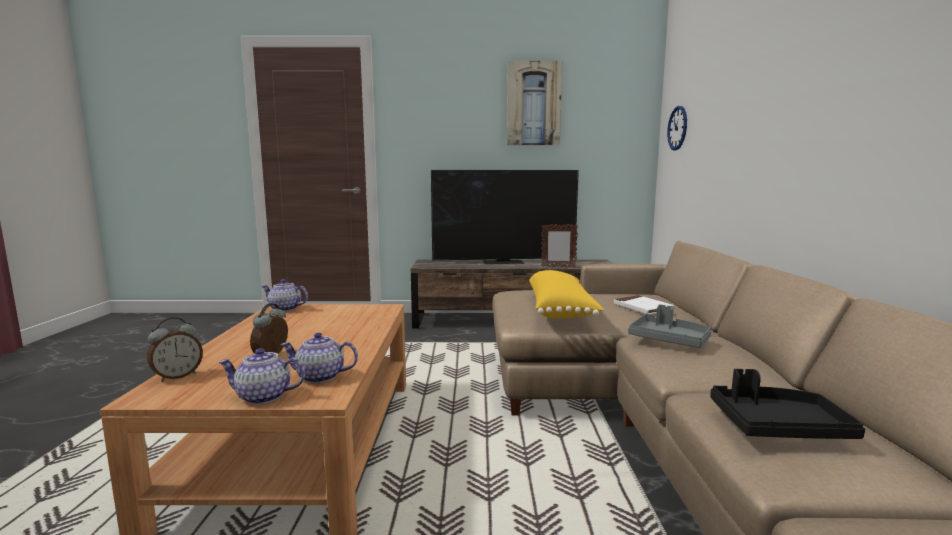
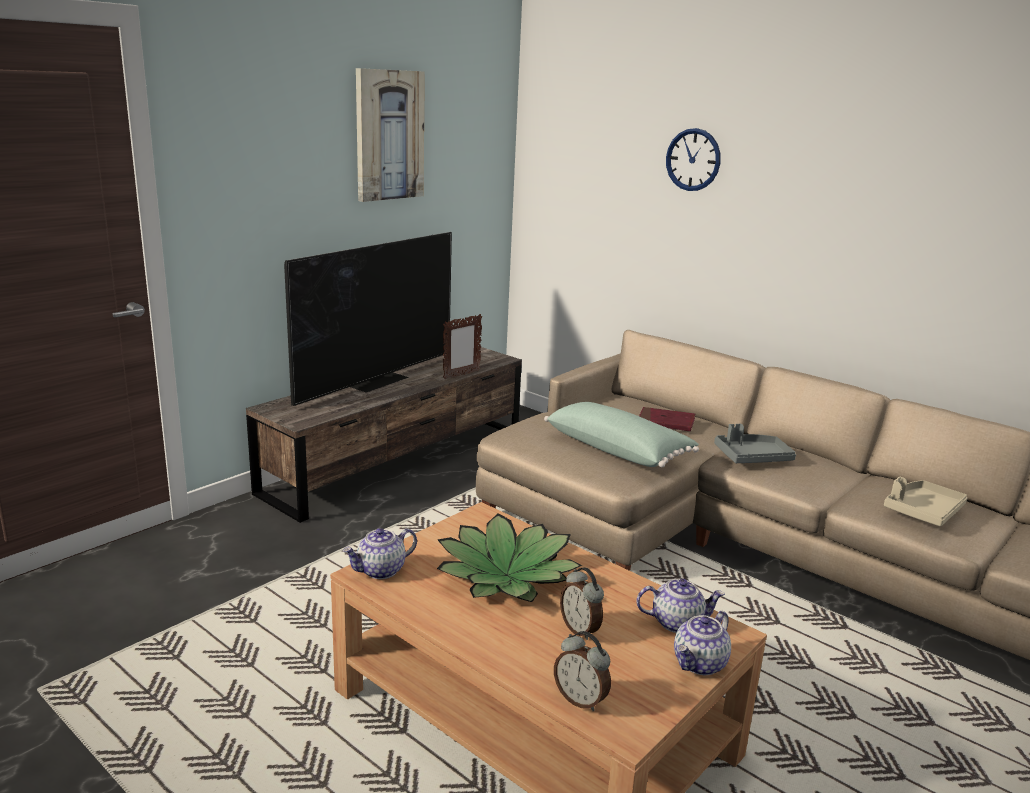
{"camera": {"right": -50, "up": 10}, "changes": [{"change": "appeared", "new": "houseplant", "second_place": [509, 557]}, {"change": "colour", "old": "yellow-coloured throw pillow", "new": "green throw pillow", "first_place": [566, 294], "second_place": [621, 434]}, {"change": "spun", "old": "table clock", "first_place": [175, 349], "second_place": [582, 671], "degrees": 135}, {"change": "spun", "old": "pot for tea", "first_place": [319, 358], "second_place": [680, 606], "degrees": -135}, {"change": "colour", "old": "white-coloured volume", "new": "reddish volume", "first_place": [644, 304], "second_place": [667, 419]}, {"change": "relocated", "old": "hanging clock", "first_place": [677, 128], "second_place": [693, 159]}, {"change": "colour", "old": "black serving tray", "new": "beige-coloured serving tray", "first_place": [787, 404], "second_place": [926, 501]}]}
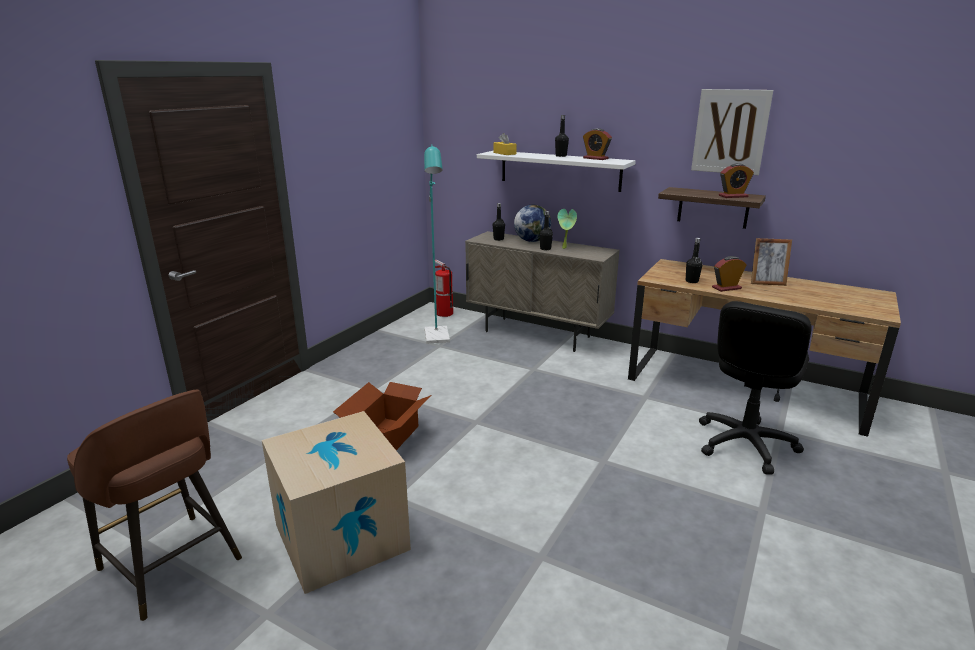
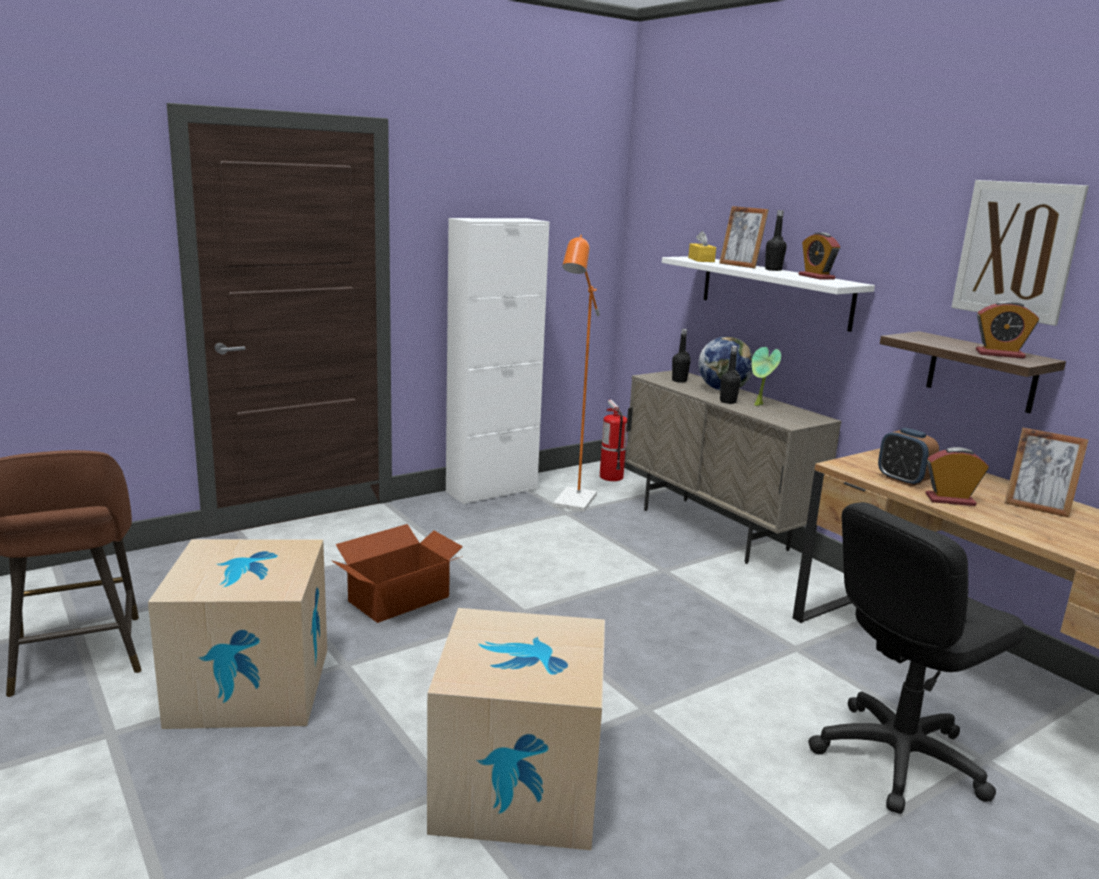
{"camera": {"right": 25, "up": -5}, "changes": [{"change": "appeared", "new": "packing box", "second_place": [516, 729]}, {"change": "appeared", "new": "white-coloured cabinet", "second_place": [497, 361]}, {"change": "colour", "old": "turquoise-coloured floor lamp", "new": "orange-coloured floor lamp", "first_place": [437, 244], "second_place": [576, 373]}, {"change": "appeared", "new": "picture frame", "second_place": [744, 237]}, {"change": "exchanged", "old": "black bottle", "new": "table clock", "first_place": [694, 260], "second_place": [908, 457]}]}
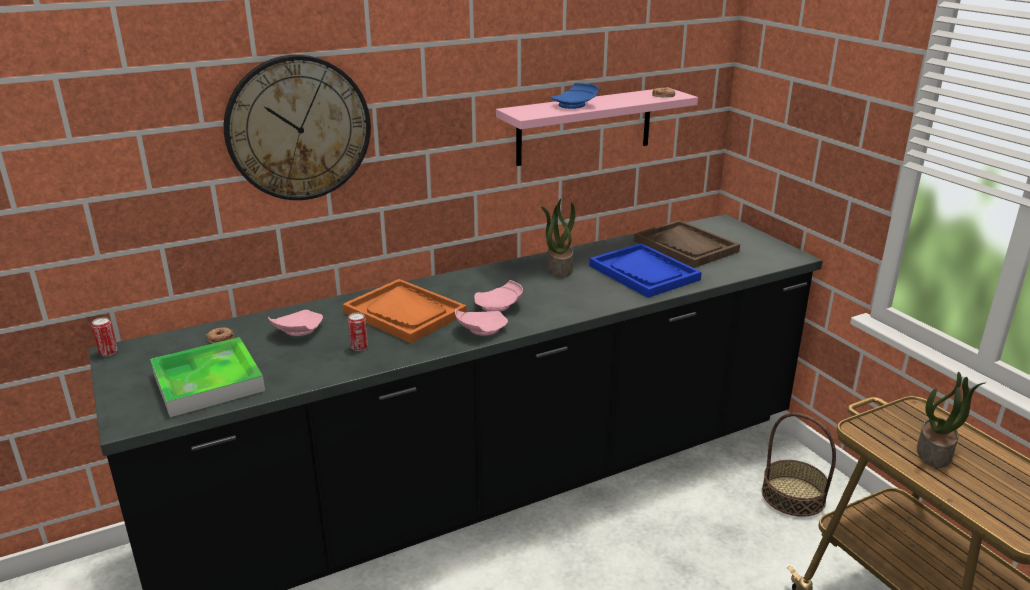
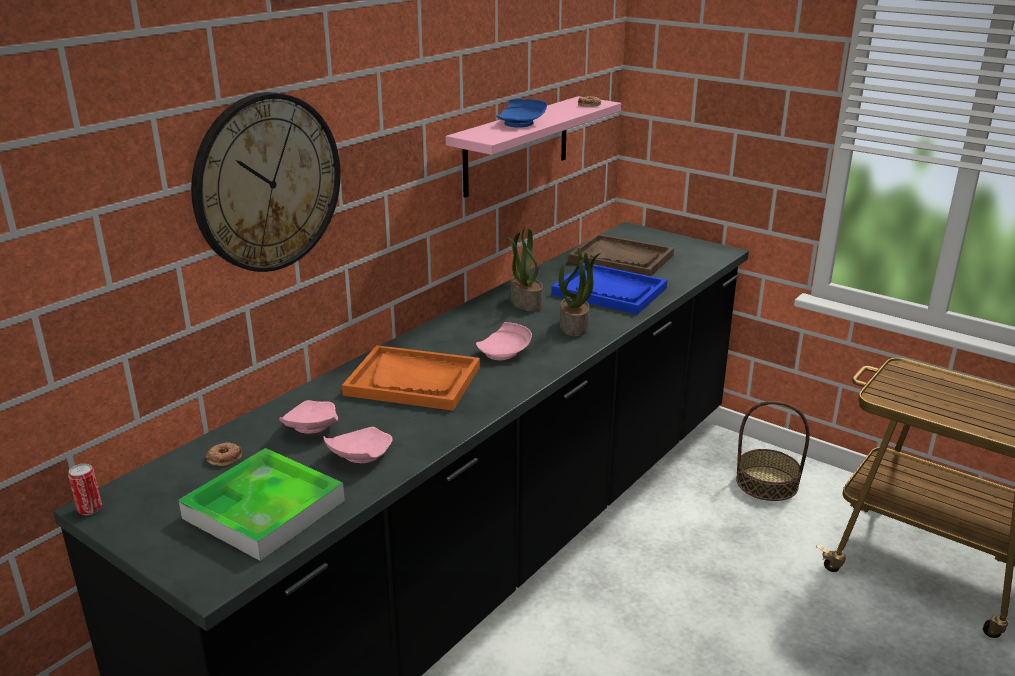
{"camera": {"right": -25, "up": 0}, "changes": [{"change": "relocated", "old": "pinkish dinner plate", "first_place": [481, 322], "second_place": [358, 445]}, {"change": "relocated", "old": "houseplant", "first_place": [951, 420], "second_place": [580, 292]}, {"change": "missing", "old": "sealed can", "first_place": [358, 332]}]}
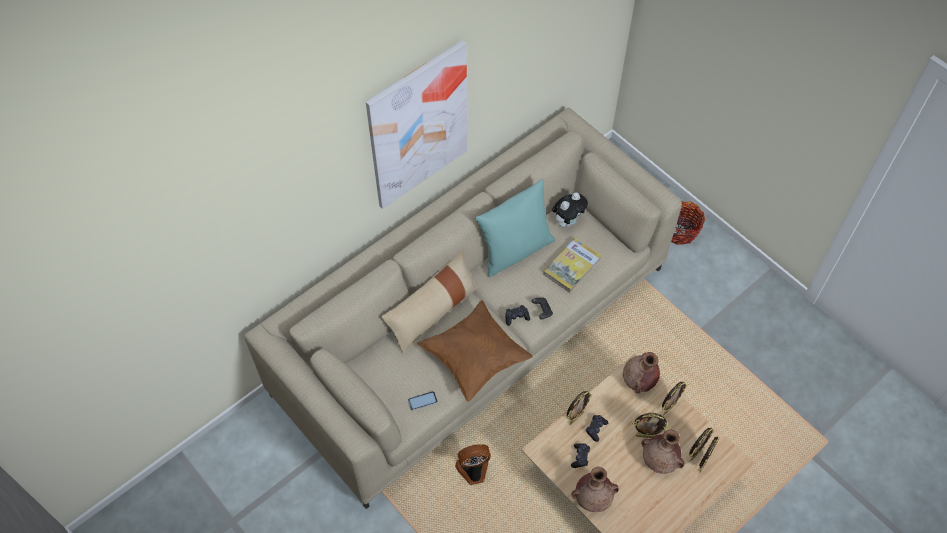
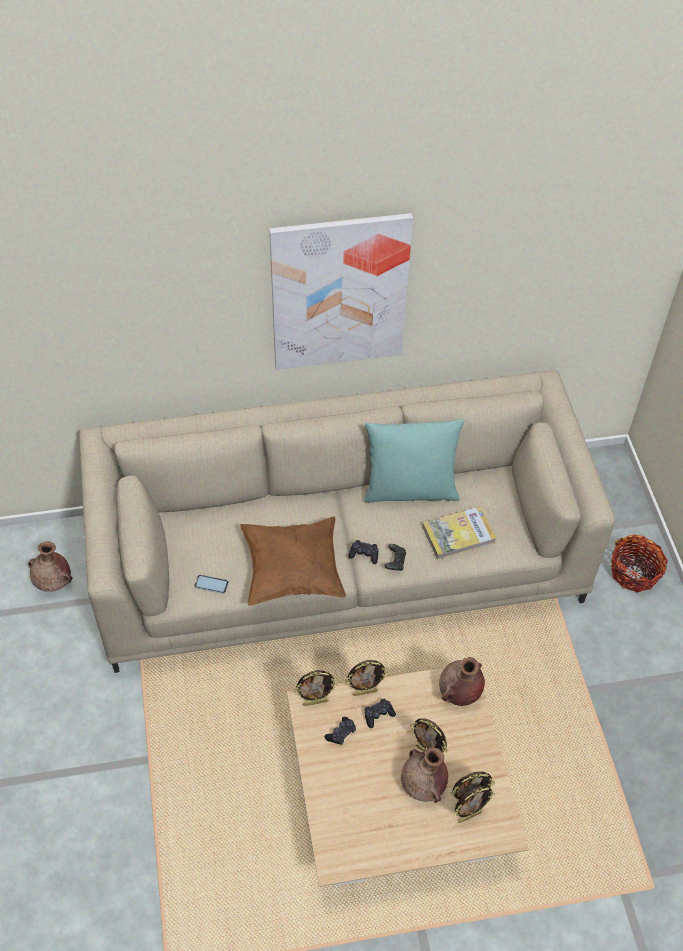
{"camera": {"right": 30, "up": -5}, "changes": [{"change": "relocated", "old": "brownish flower vase", "first_place": [595, 489], "second_place": [50, 566]}, {"change": "relocated", "old": "picture frame", "first_place": [674, 398], "second_place": [316, 688]}, {"change": "missing", "old": "beige-coloured throw pillow", "first_place": [430, 301]}, {"change": "missing", "old": "electric fan", "first_place": [473, 464]}, {"change": "missing", "old": "soft toy", "first_place": [570, 209]}]}
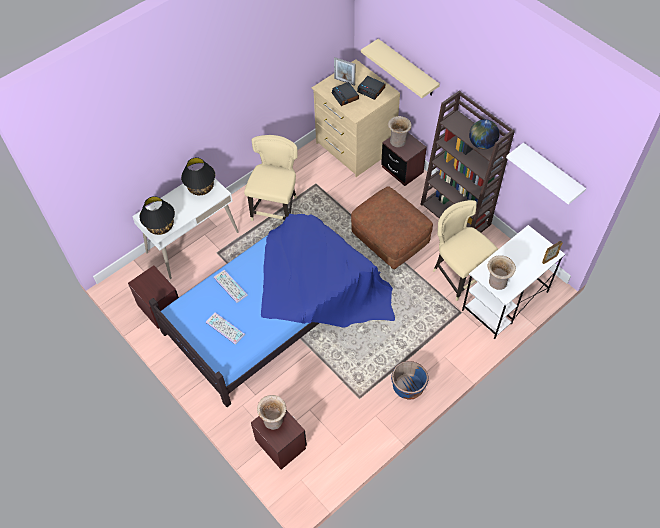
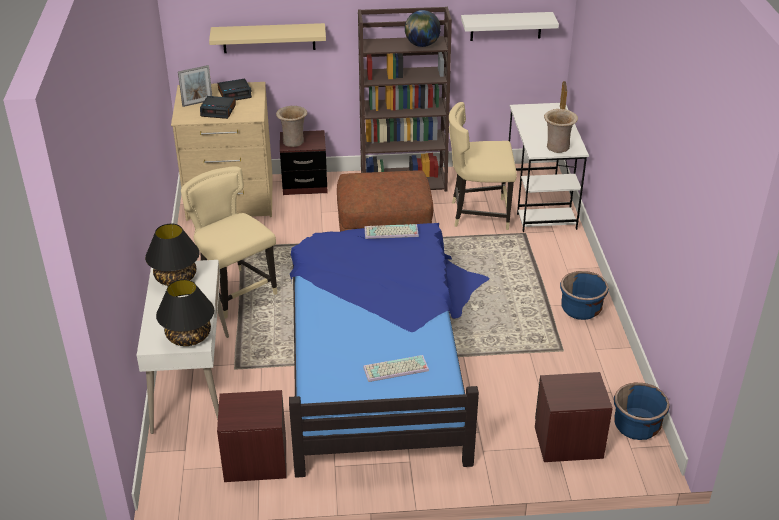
{"camera": {"right": -55, "up": -20}, "changes": [{"change": "relocated", "old": "PC keyboard", "first_place": [231, 286], "second_place": [391, 231]}, {"change": "appeared", "new": "blue-coloured plant pot", "second_place": [642, 411]}, {"change": "missing", "old": "beige-coloured flower vase", "first_place": [271, 412]}]}
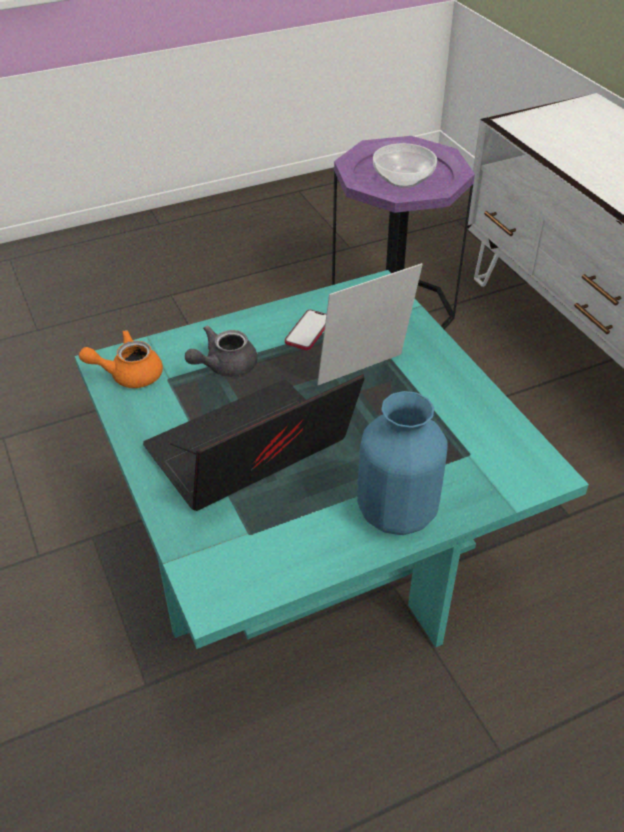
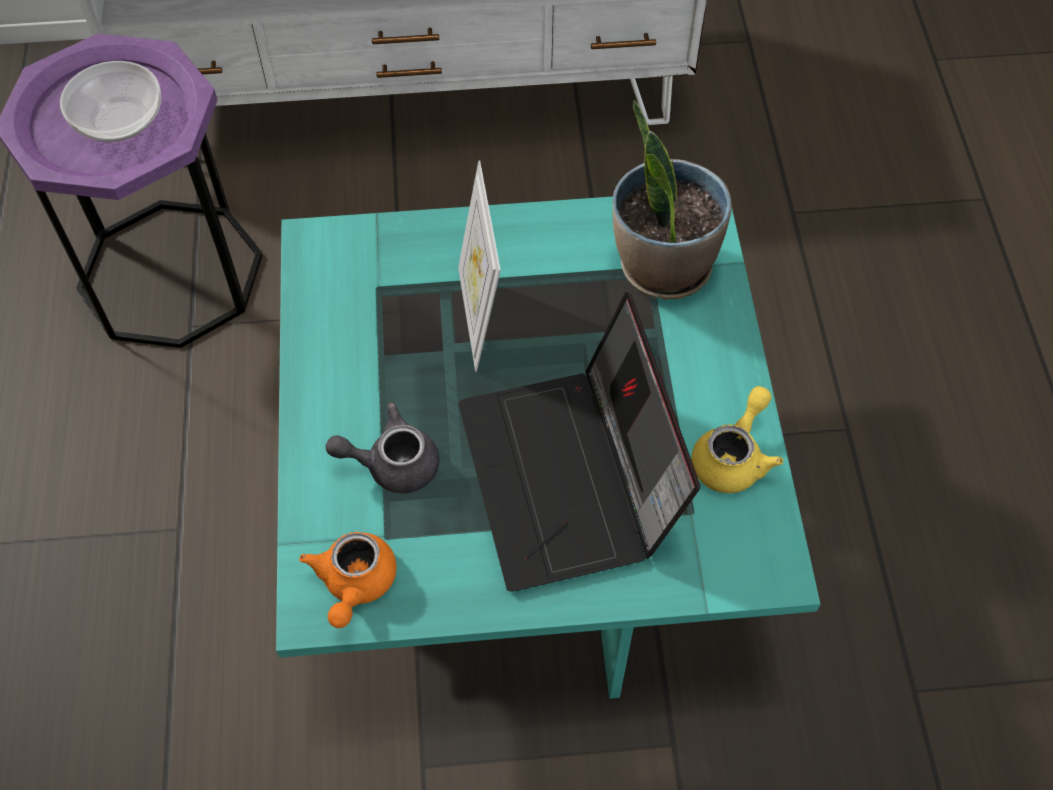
{"camera": {"right": -70, "up": 15}, "changes": [{"change": "spun", "old": "grey pot for tea", "first_place": [221, 351], "second_place": [383, 448], "degrees": 105}, {"change": "appeared", "new": "houseplant", "second_place": [672, 200]}, {"change": "appeared", "new": "yellow-coloured pot for tea", "second_place": [737, 439]}, {"change": "missing", "old": "telephone", "first_place": [305, 330]}, {"change": "missing", "old": "blue-coloured flower vase", "first_place": [402, 463]}]}
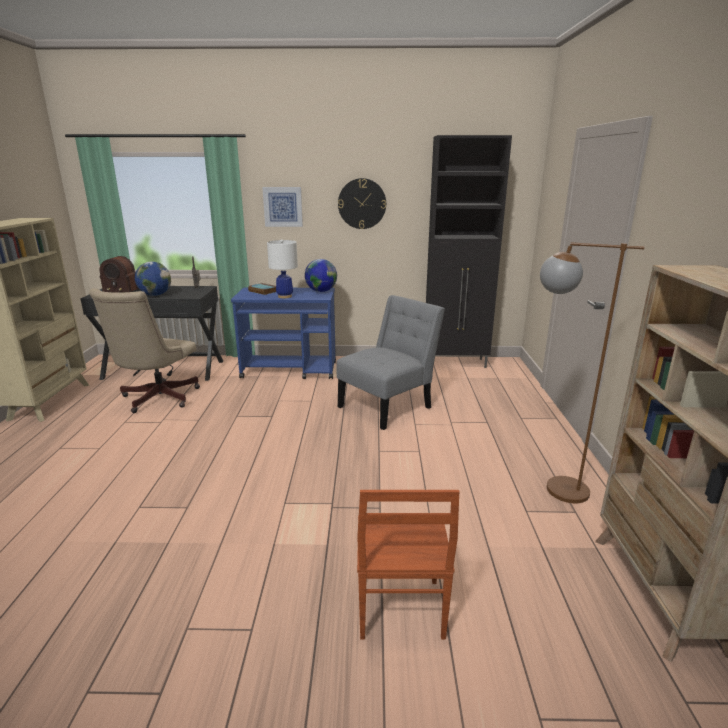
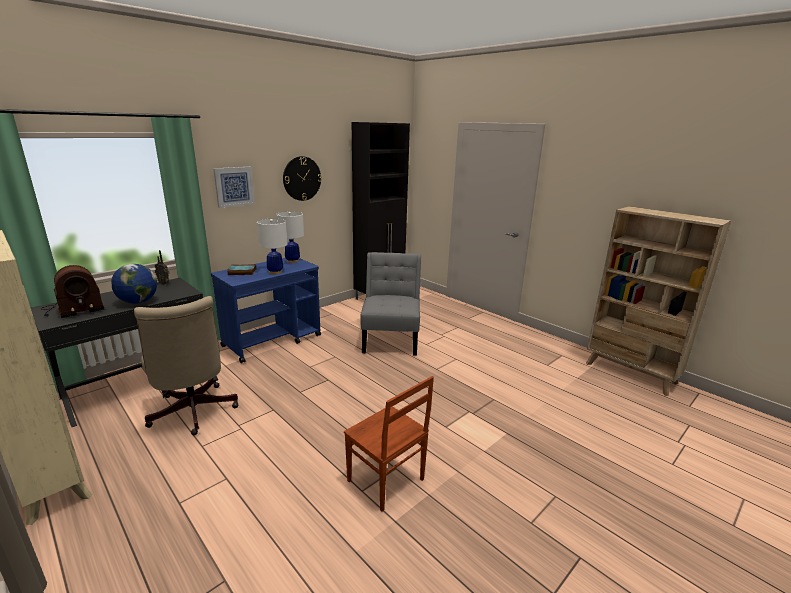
{"camera": {"right": -45, "up": 0}, "changes": [{"change": "exchanged", "old": "desk globe", "new": "white-coloured tabletop lamp", "first_place": [321, 275], "second_place": [290, 237]}, {"change": "relocated", "old": "brownish chair", "first_place": [408, 565], "second_place": [389, 444]}, {"change": "missing", "old": "brownish floor lamp", "first_place": [592, 372]}]}
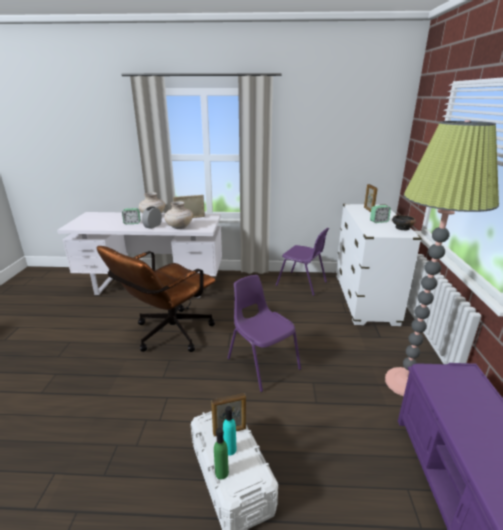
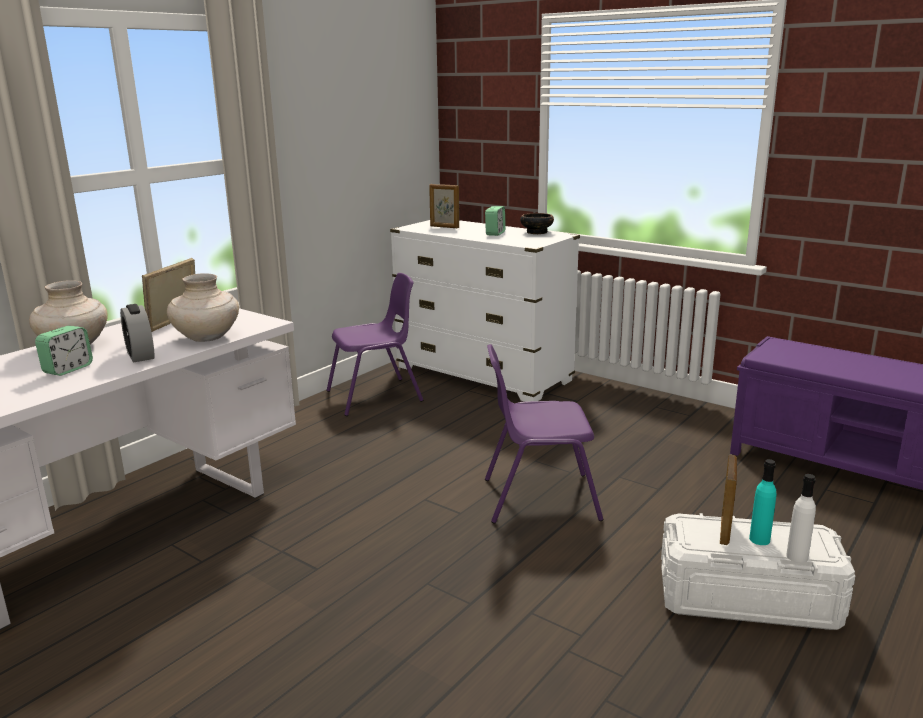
{"camera": {"right": -55, "up": -5}, "changes": [{"change": "colour", "old": "green bottle", "new": "white-coloured bottle", "first_place": [221, 453], "second_place": [801, 518]}, {"change": "missing", "old": "brownish desk chair", "first_place": [156, 299]}, {"change": "missing", "old": "floor lamp", "first_place": [442, 258]}]}
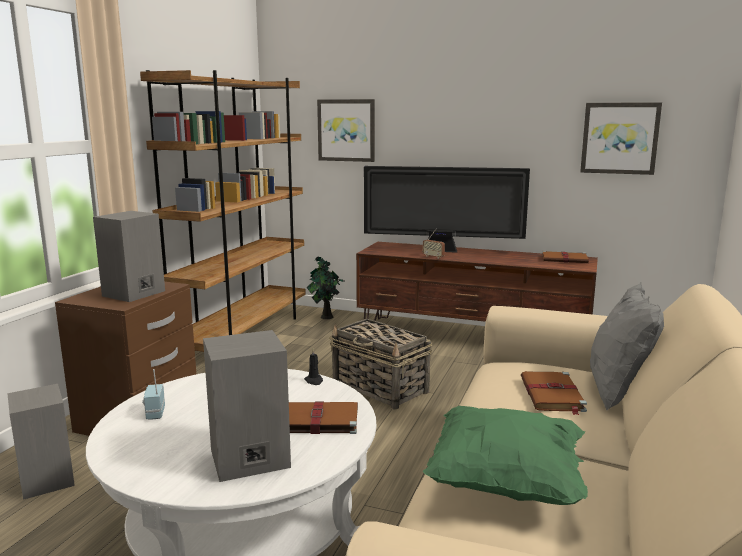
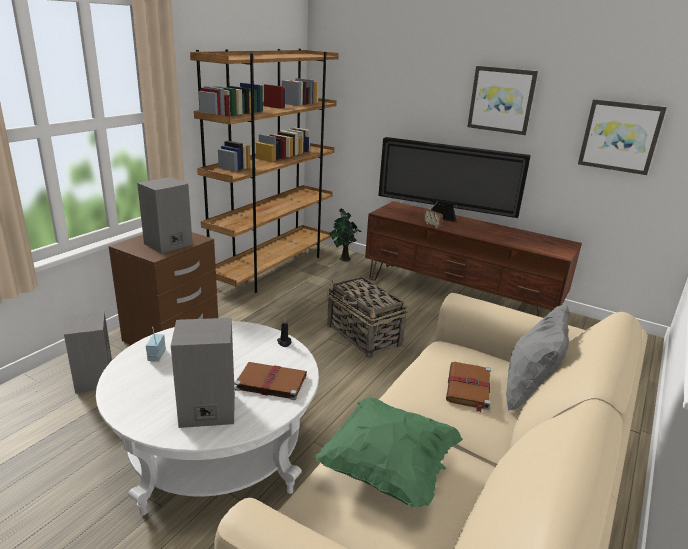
{"camera": {"right": 10, "up": 10}, "changes": [{"change": "relocated", "old": "picture", "first_place": [346, 130], "second_place": [502, 100]}, {"change": "missing", "old": "brownish volume", "first_place": [566, 257]}]}
